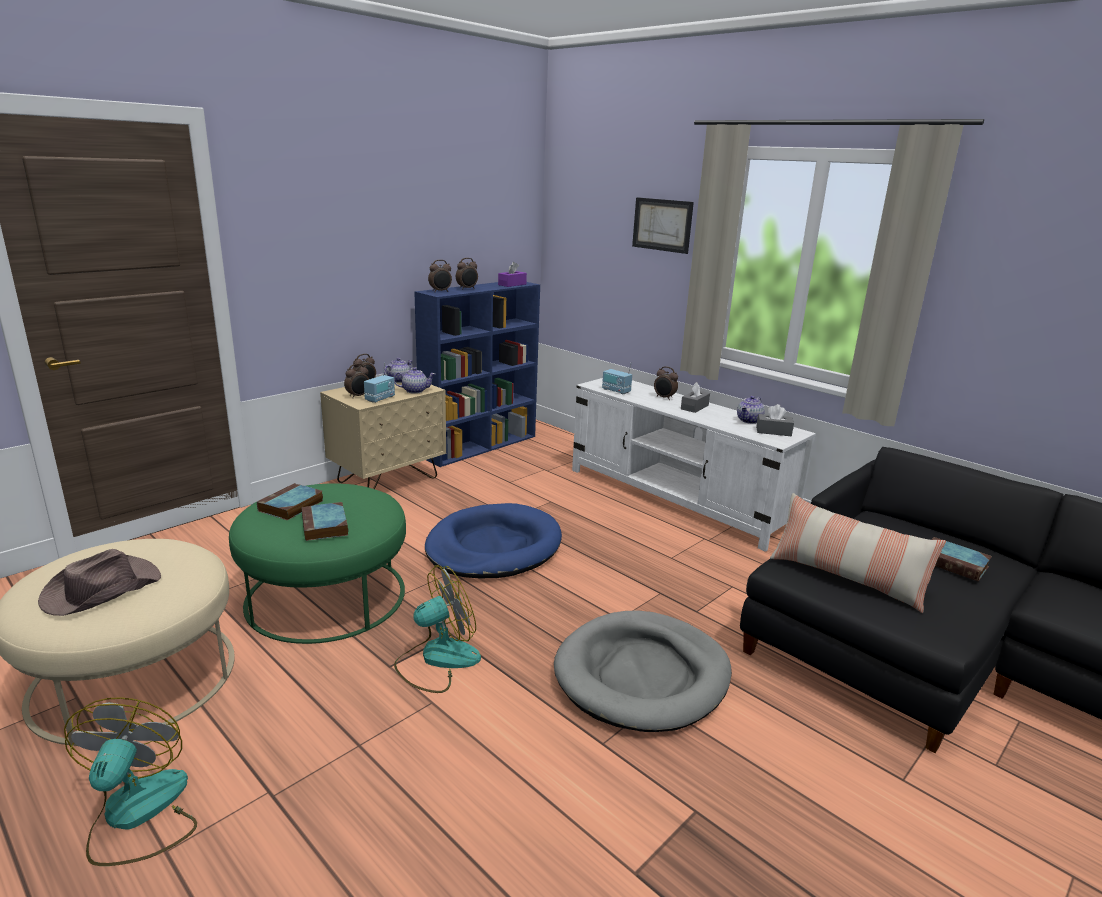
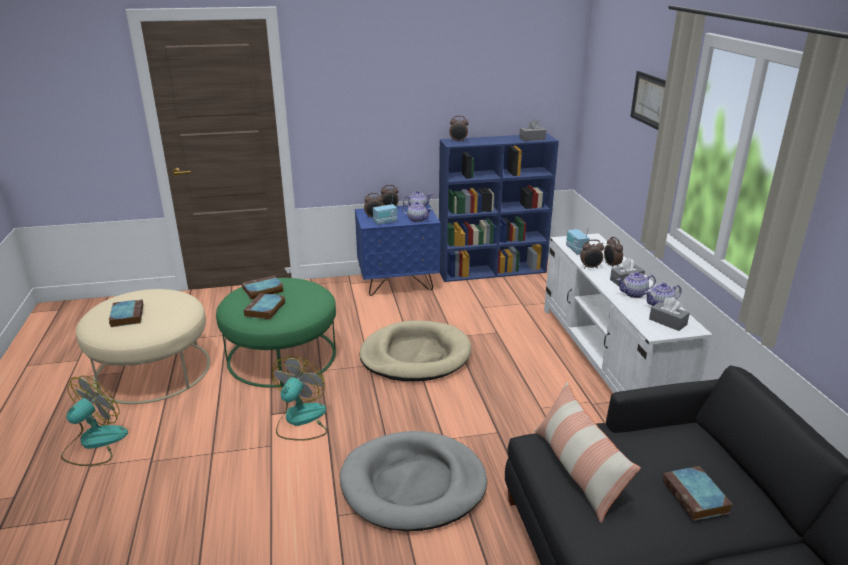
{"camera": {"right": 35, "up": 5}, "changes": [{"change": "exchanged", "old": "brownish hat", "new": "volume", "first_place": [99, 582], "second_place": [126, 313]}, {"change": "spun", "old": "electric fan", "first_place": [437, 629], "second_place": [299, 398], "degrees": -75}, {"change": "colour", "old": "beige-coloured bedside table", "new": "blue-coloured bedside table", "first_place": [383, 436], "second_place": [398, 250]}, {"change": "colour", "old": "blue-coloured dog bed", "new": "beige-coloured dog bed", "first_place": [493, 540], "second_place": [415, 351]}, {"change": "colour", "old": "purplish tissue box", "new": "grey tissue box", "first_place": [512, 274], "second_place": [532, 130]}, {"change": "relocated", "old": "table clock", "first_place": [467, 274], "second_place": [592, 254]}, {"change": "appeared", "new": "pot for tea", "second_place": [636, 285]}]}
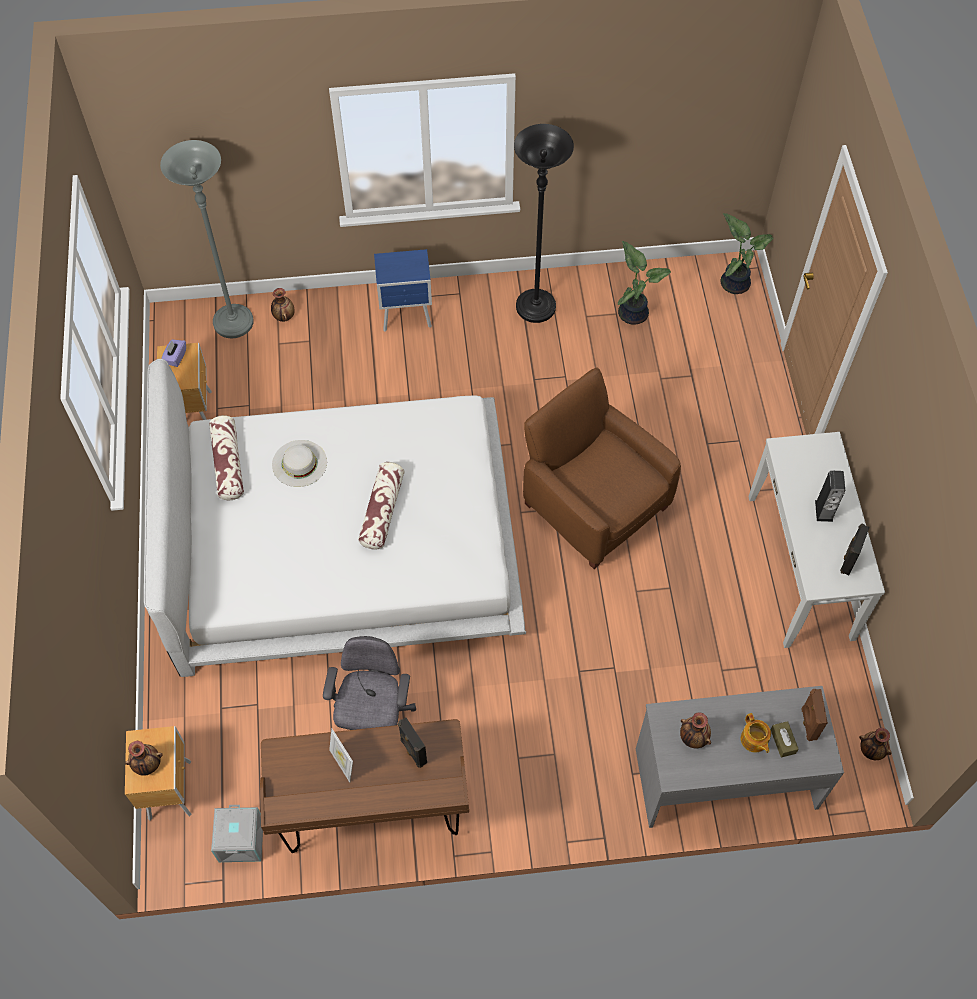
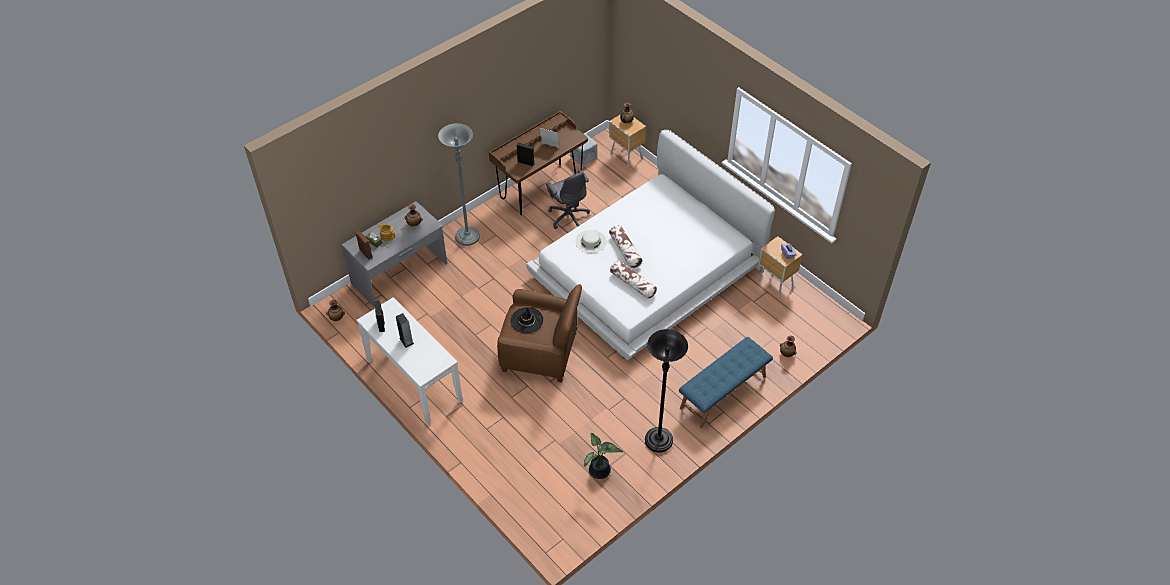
{"camera": {"right": 145, "up": -10}, "changes": [{"change": "relocated", "old": "grey floor lamp", "first_place": [207, 239], "second_place": [459, 184]}, {"change": "appeared", "new": "black hat", "second_place": [526, 320]}, {"change": "relocated", "old": "white-coloured hat", "first_place": [299, 463], "second_place": [591, 241]}, {"change": "relocated", "old": "throw pillow", "first_place": [226, 457], "second_place": [633, 280]}, {"change": "exchanged", "old": "blue-coloured bedside table", "new": "blue-coloured long seat", "first_place": [403, 290], "second_place": [726, 382]}, {"change": "missing", "old": "houseplant", "first_place": [747, 253]}]}
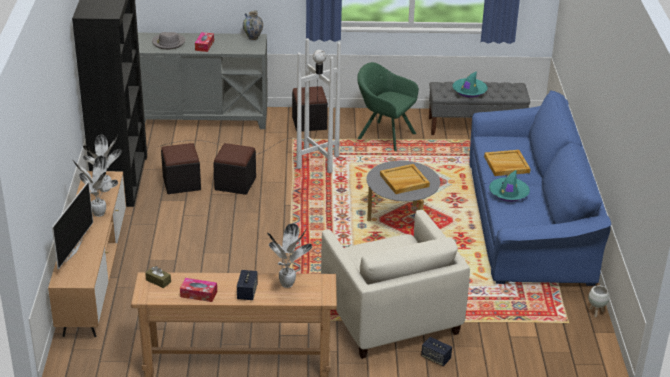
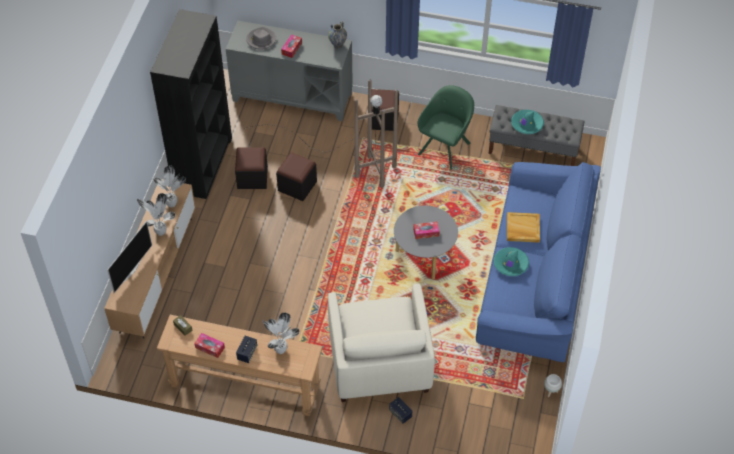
{"camera": {"right": 15, "up": 20}, "changes": [{"change": "colour", "old": "white-coloured floor lamp", "new": "brownish floor lamp", "first_place": [249, 105], "second_place": [321, 134]}, {"change": "exchanged", "old": "beige-coloured serving tray", "new": "tissue box", "first_place": [405, 179], "second_place": [426, 230]}, {"change": "spun", "old": "green armchair", "first_place": [388, 107], "second_place": [446, 127], "degrees": 75}]}
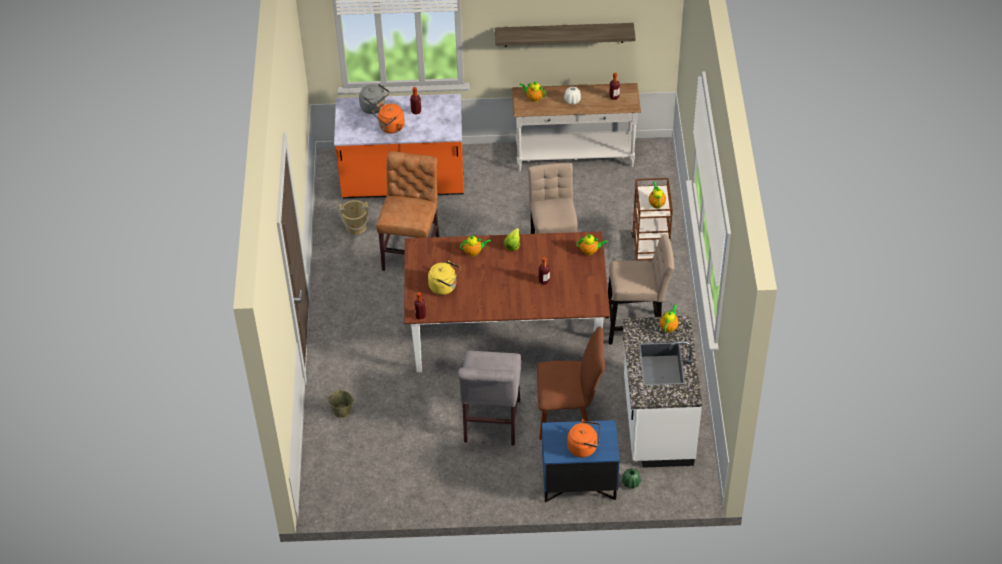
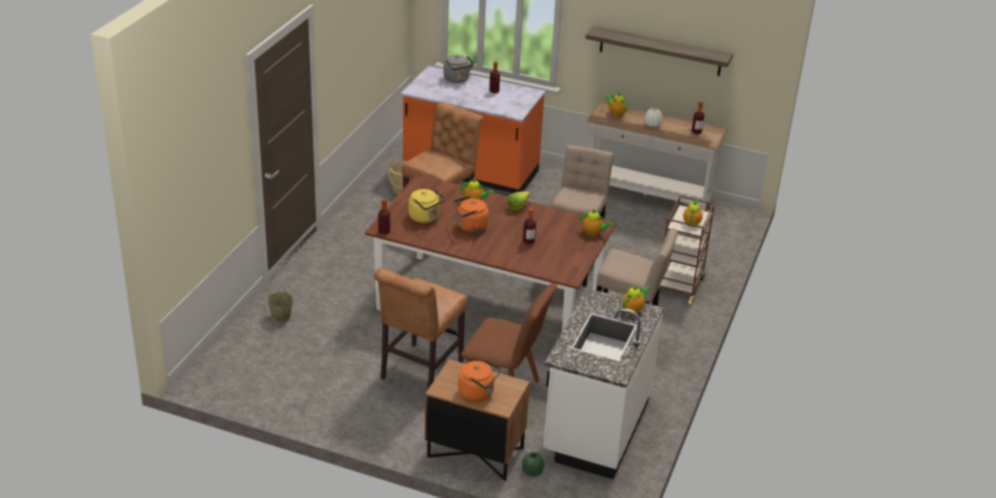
{"camera": {"right": 20, "up": -15}, "changes": [{"change": "colour", "old": "grey chair", "new": "brownish chair", "first_place": [489, 398], "second_place": [420, 328]}, {"change": "colour", "old": "blue-coloured bedside table", "new": "brownish bedside table", "first_place": [580, 461], "second_place": [477, 420]}, {"change": "relocated", "old": "orange-coloured kettle", "first_place": [389, 118], "second_place": [471, 214]}]}
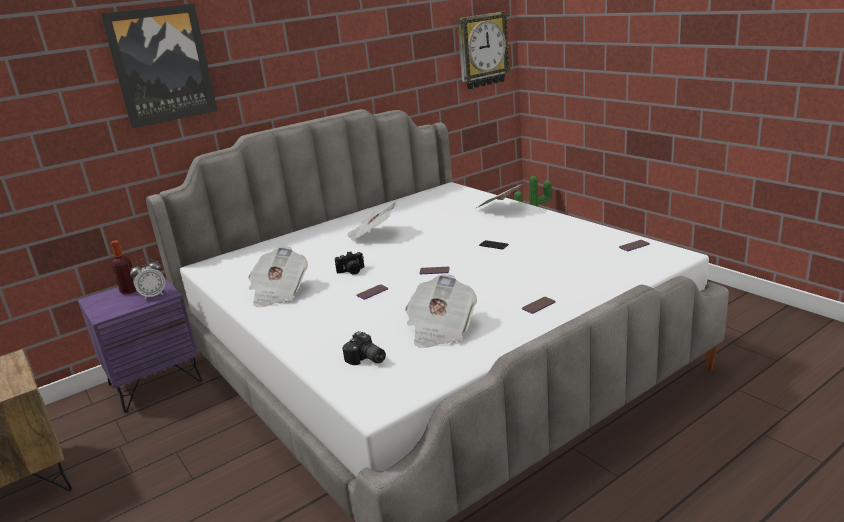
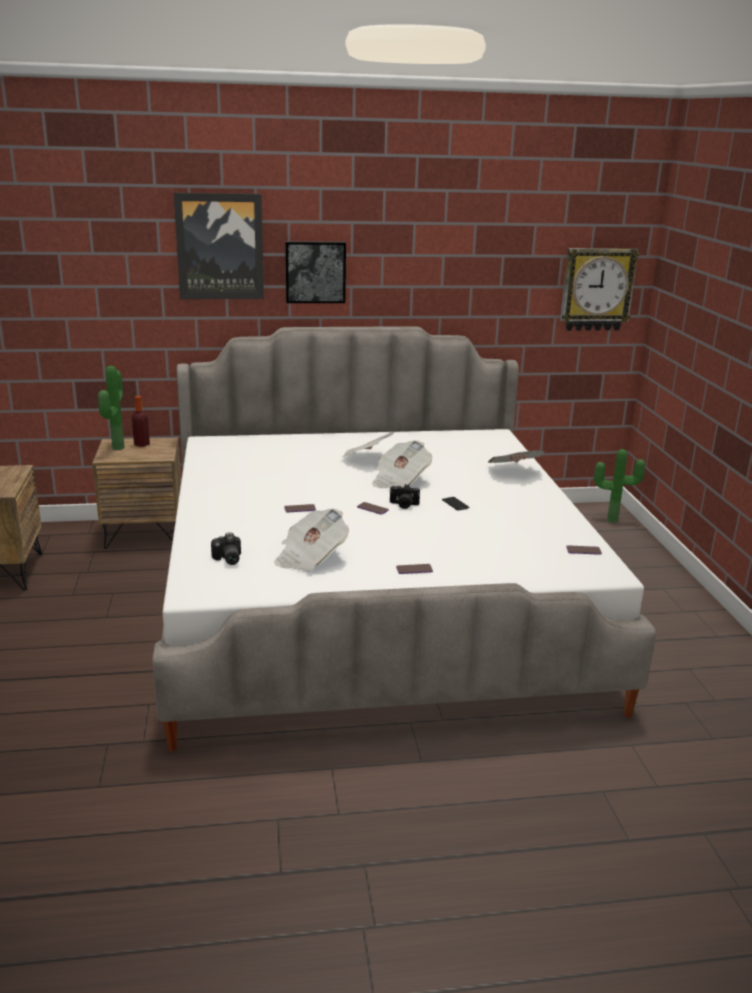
{"camera": {"right": 25, "up": 0}, "changes": [{"change": "colour", "old": "purplish bedside table", "new": "brownish bedside table", "first_place": [140, 344], "second_place": [136, 493]}, {"change": "appeared", "new": "houseplant", "second_place": [111, 408]}, {"change": "appeared", "new": "picture", "second_place": [315, 272]}, {"change": "relocated", "old": "printed paper", "first_place": [278, 277], "second_place": [402, 464]}, {"change": "relocated", "old": "photo camera", "first_place": [349, 263], "second_place": [404, 496]}, {"change": "missing", "old": "table clock", "first_place": [147, 279]}]}
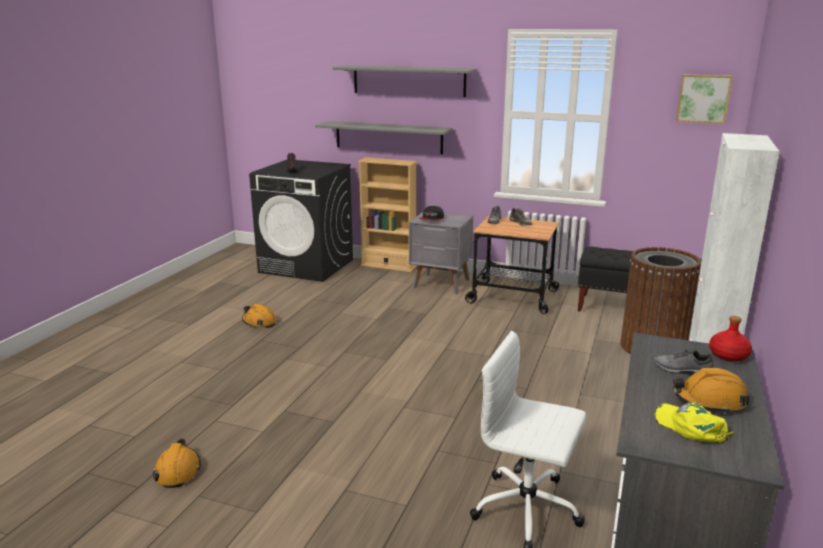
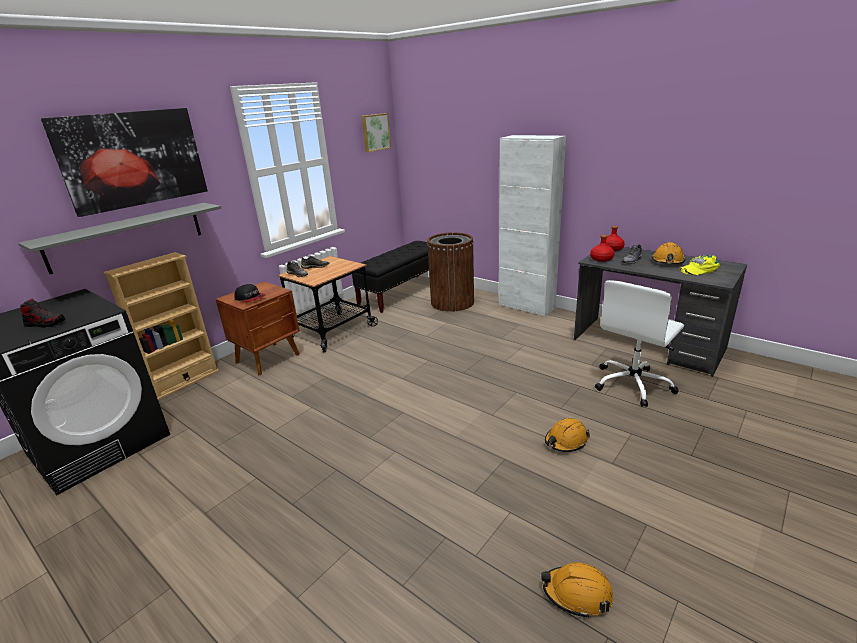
{"camera": {"right": -70, "up": 5}, "changes": [{"change": "exchanged", "old": "grey wall shelf", "new": "picture", "first_place": [404, 81], "second_place": [124, 162]}, {"change": "colour", "old": "grey bedside table", "new": "brownish bedside table", "first_place": [441, 252], "second_place": [258, 328]}, {"change": "relocated", "old": "orange-coloured hard hat", "first_place": [259, 316], "second_place": [567, 435]}, {"change": "appeared", "new": "reddish bottle", "second_place": [602, 248]}]}
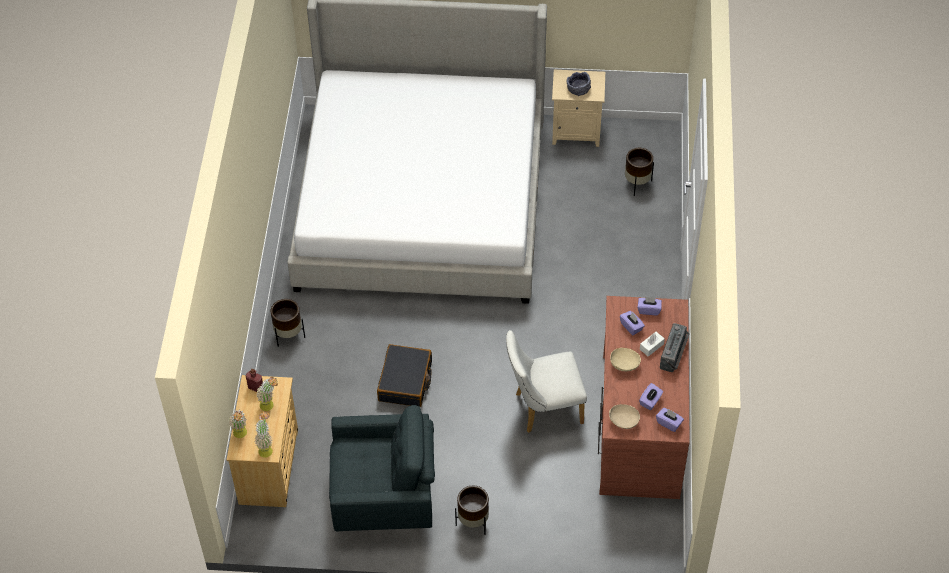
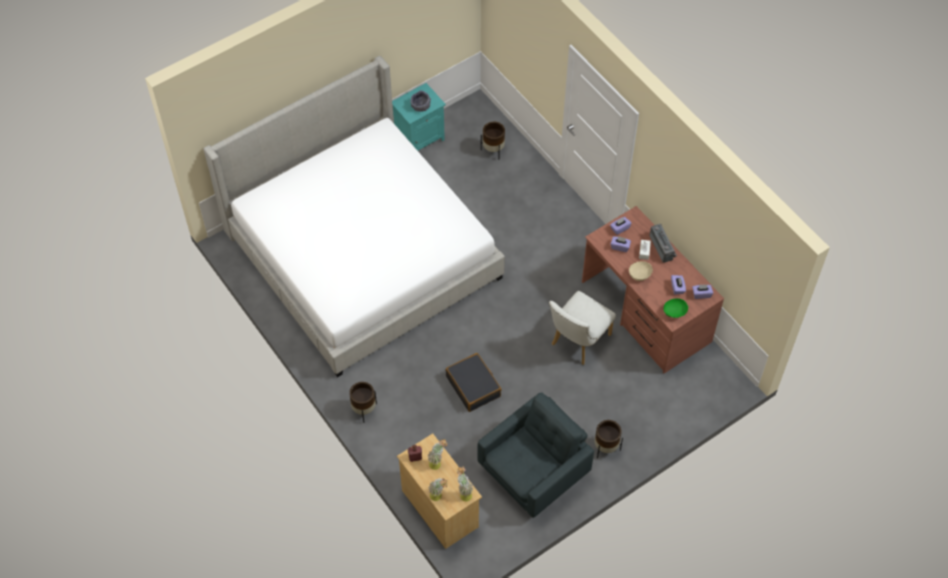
{"camera": {"right": -40, "up": 5}, "changes": [{"change": "colour", "old": "beige-coloured bedside table", "new": "turquoise-coloured bedside table", "first_place": [578, 108], "second_place": [419, 117]}, {"change": "colour", "old": "beige-coloured bowl", "new": "green bowl", "first_place": [624, 416], "second_place": [675, 308]}]}
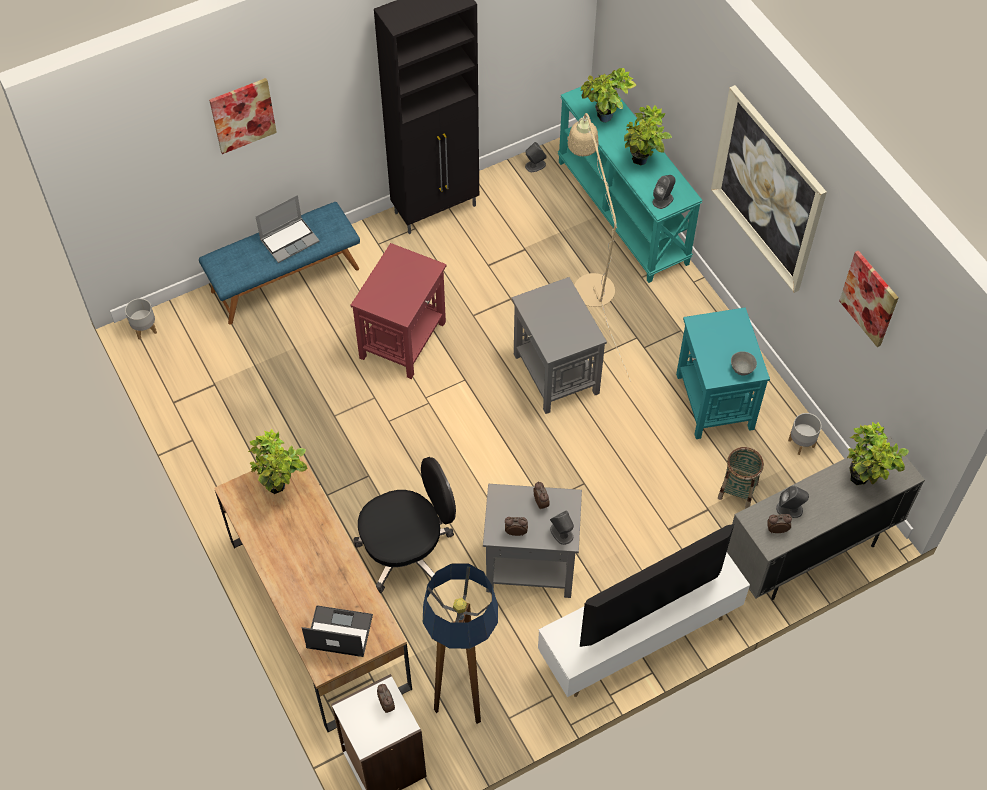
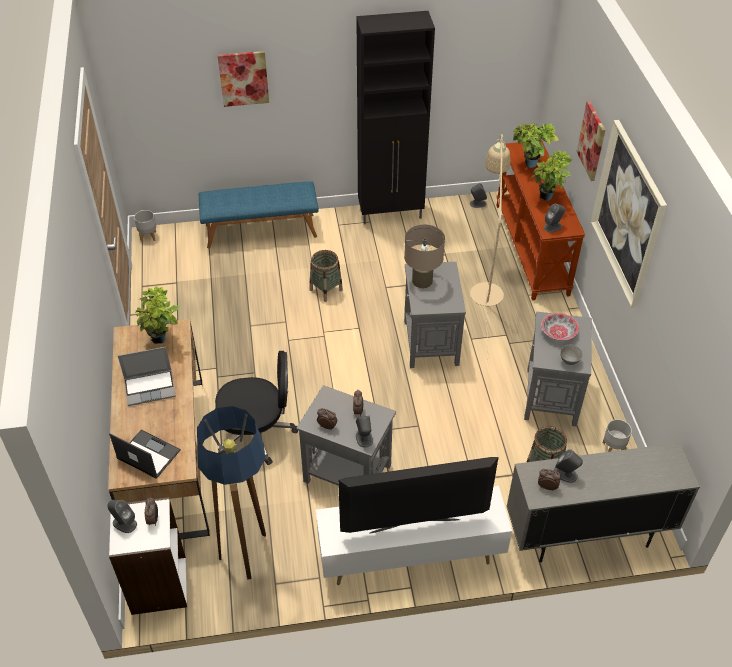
{"camera": {"right": 20, "up": -10}, "changes": [{"change": "appeared", "new": "grey audio speaker", "second_place": [122, 516]}, {"change": "relocated", "old": "portable computer", "first_place": [287, 229], "second_place": [147, 376]}, {"change": "exchanged", "old": "reddish accent table", "new": "storage basket", "first_place": [398, 311], "second_place": [326, 276]}, {"change": "appeared", "new": "beige-coloured tabletop lamp", "second_place": [424, 256]}, {"change": "colour", "old": "turquoise-coloured narrow table", "new": "brownish narrow table", "first_place": [630, 185], "second_place": [540, 220]}, {"change": "colour", "old": "turquoise-coloured accent table", "new": "grey accent table", "first_place": [723, 373], "second_place": [558, 369]}, {"change": "appeared", "new": "bowl", "second_place": [560, 326]}, {"change": "relocated", "old": "picture", "first_place": [869, 298], "second_place": [591, 141]}, {"change": "missing", "old": "houseplant", "first_place": [878, 453]}]}
